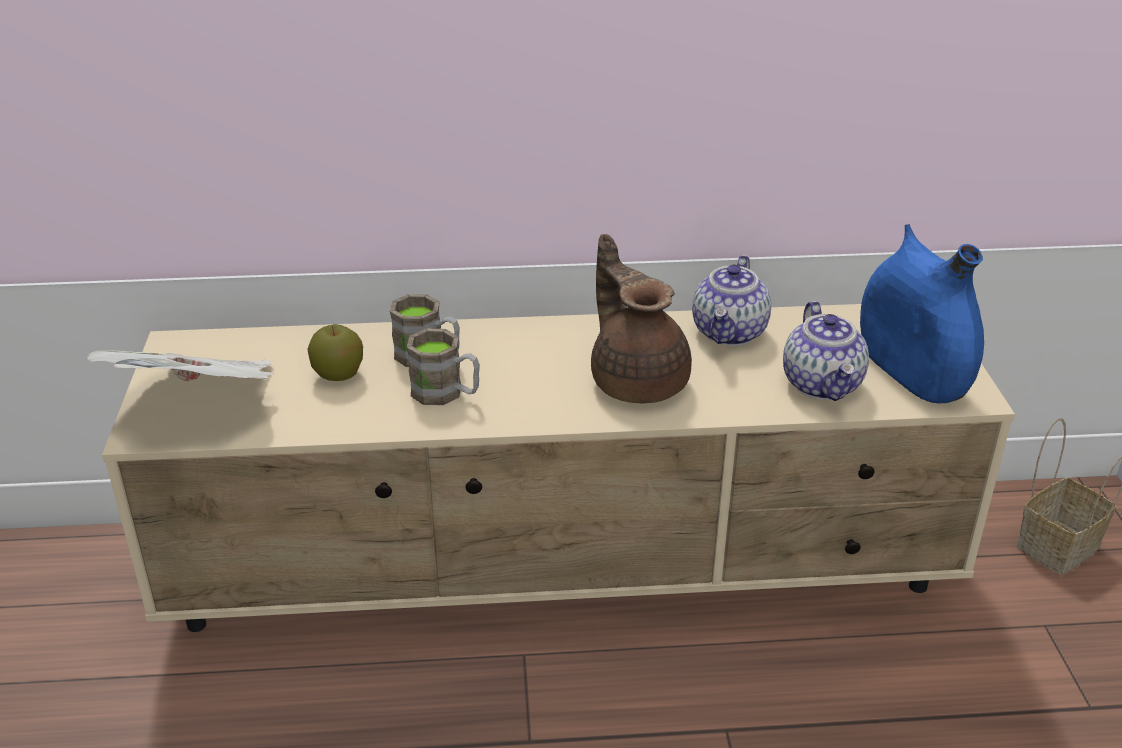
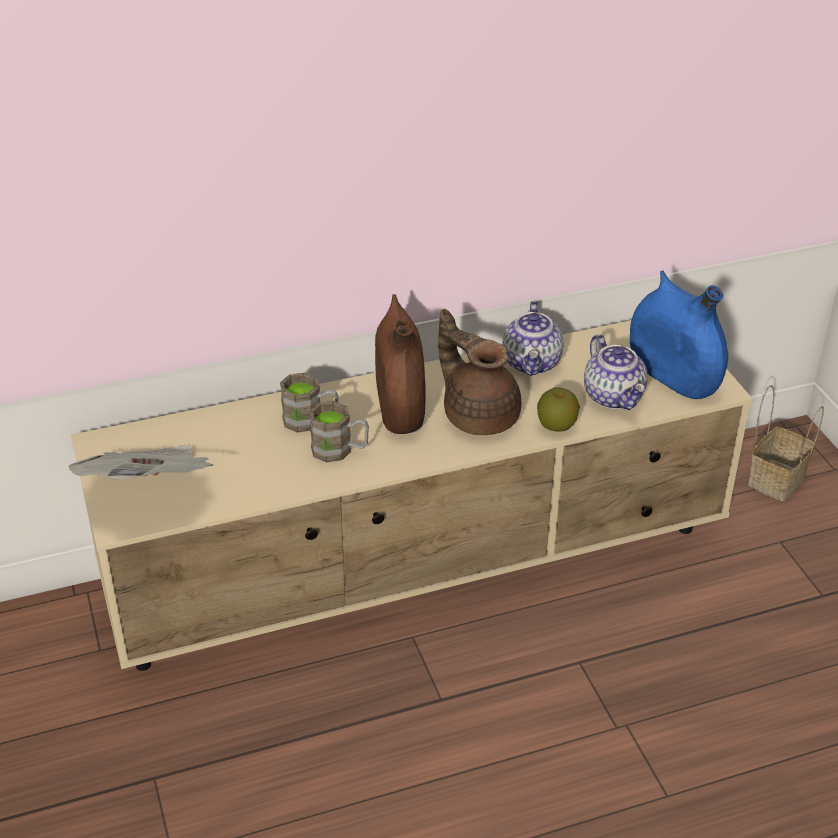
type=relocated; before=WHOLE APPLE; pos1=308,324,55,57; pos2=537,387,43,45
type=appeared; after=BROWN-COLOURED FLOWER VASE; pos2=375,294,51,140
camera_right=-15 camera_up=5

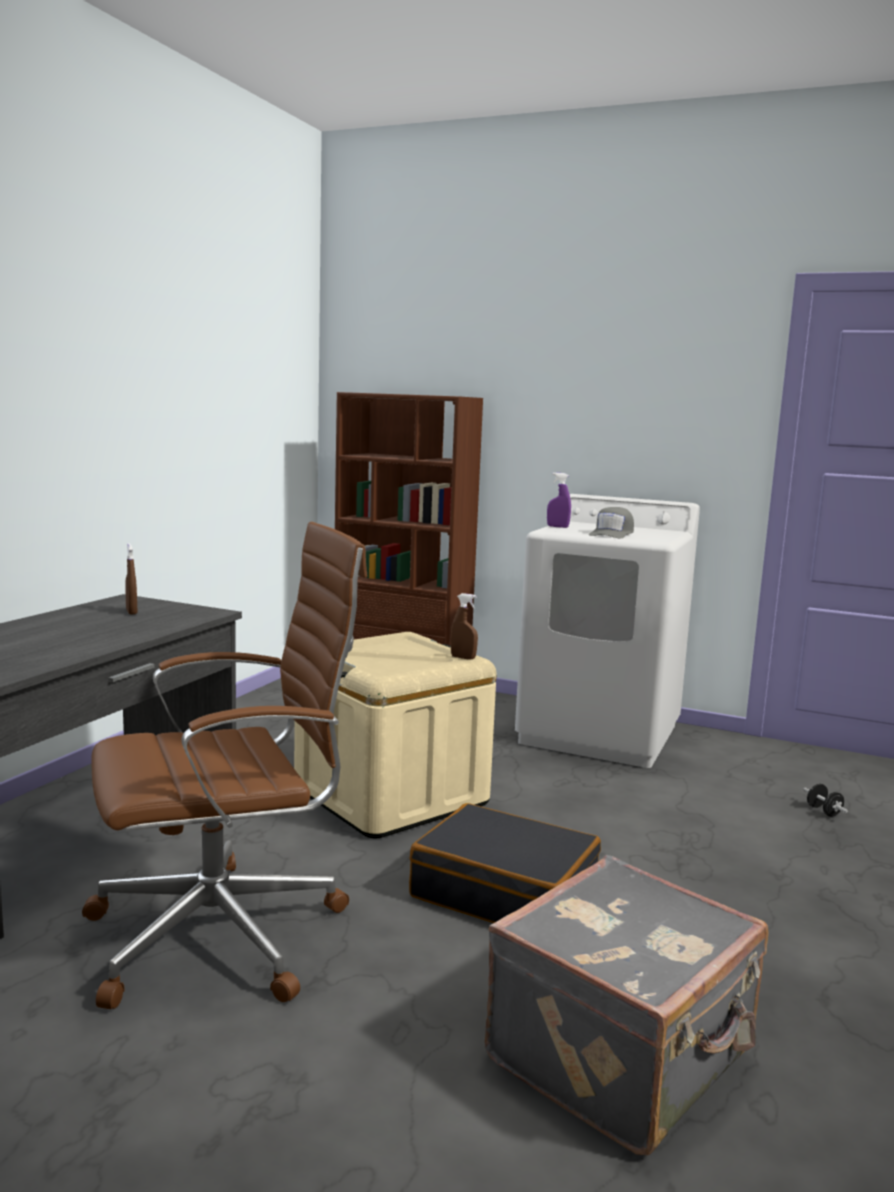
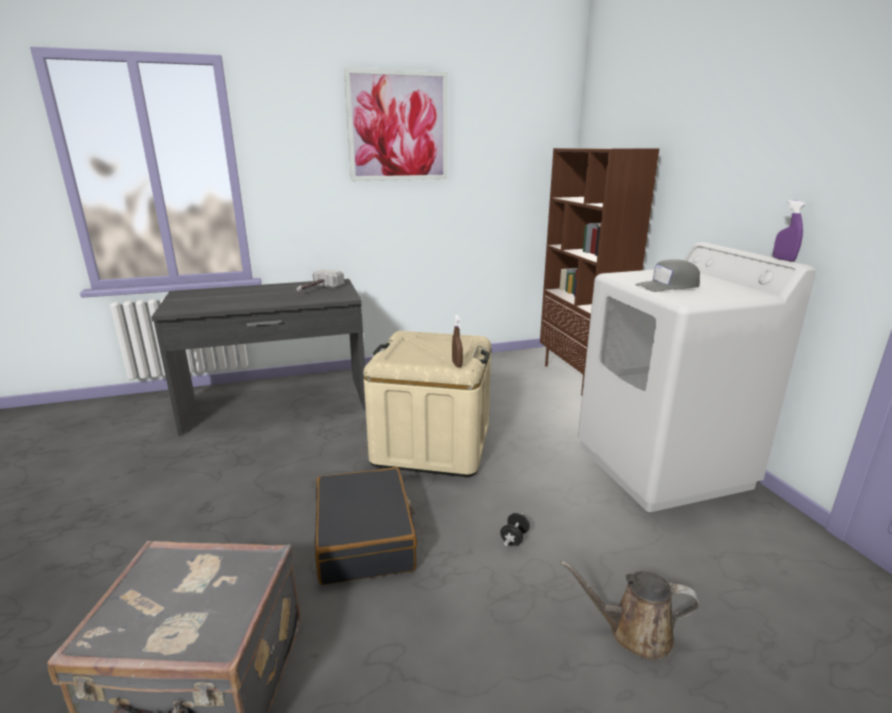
type=missing; before=BROWN-COLOURED DESK CHAIR; pos1=82,522,285,487
type=exchanged; before=BROWN-COLOURED SPRAYER; after=HAND HAMMER; pos1=125,543,13,72; pos2=296,269,48,22
type=relocated; before=PURPLE SPRAYER; pos1=547,472,24,56; pos2=773,200,33,61
type=relocated; before=BLACK-COLOURED HAND WEIGHT; pos1=803,784,45,33; pos2=500,513,30,33
type=appeared; after=WALL PICTURE; pos2=344,68,104,113
type=appeared; after=BROWN-COLOURED WATERING POT; pos2=560,560,139,100
camera_right=50 camera_up=10

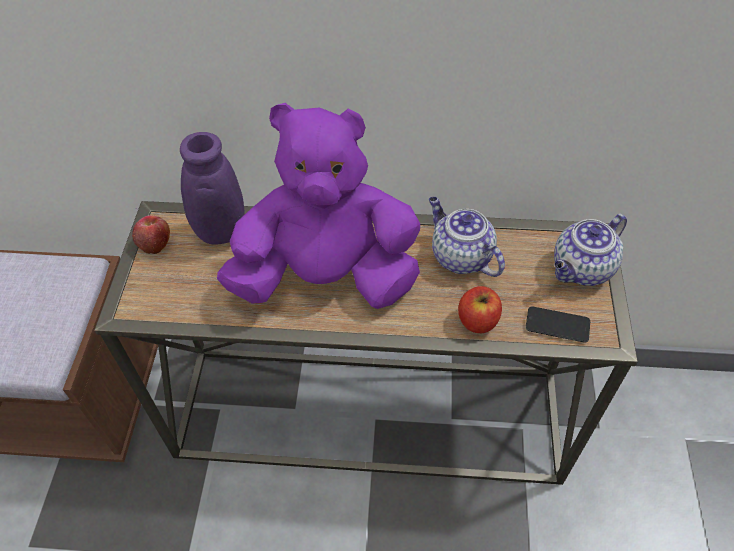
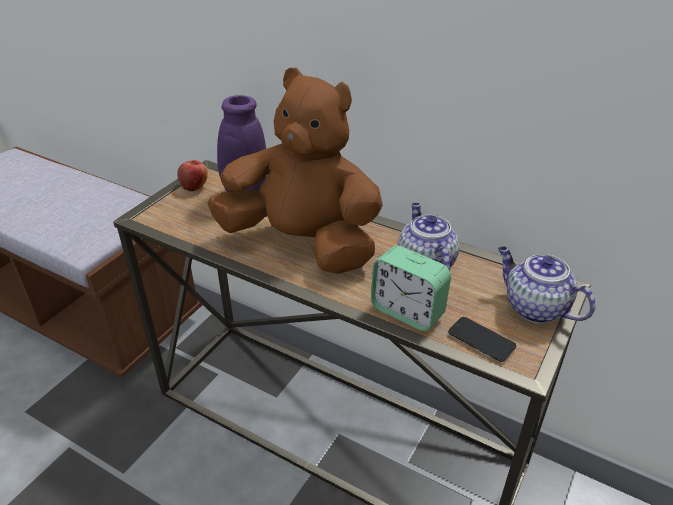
type=colour; before=PURPLE CUDDLY TOY; after=BROWN-COLOURED CUDDLY TOY; pos1=217,103,203,206; pos2=207,67,176,207
type=exchanged; before=WHOLE APPLE; after=ALARM CLOCK; pos1=458,286,44,47; pos2=371,246,80,85
type=spun; before=TEA POT; pos1=554,214,73,72; pos2=498,246,98,77; turn=60
camera_right=25 camera_up=-15

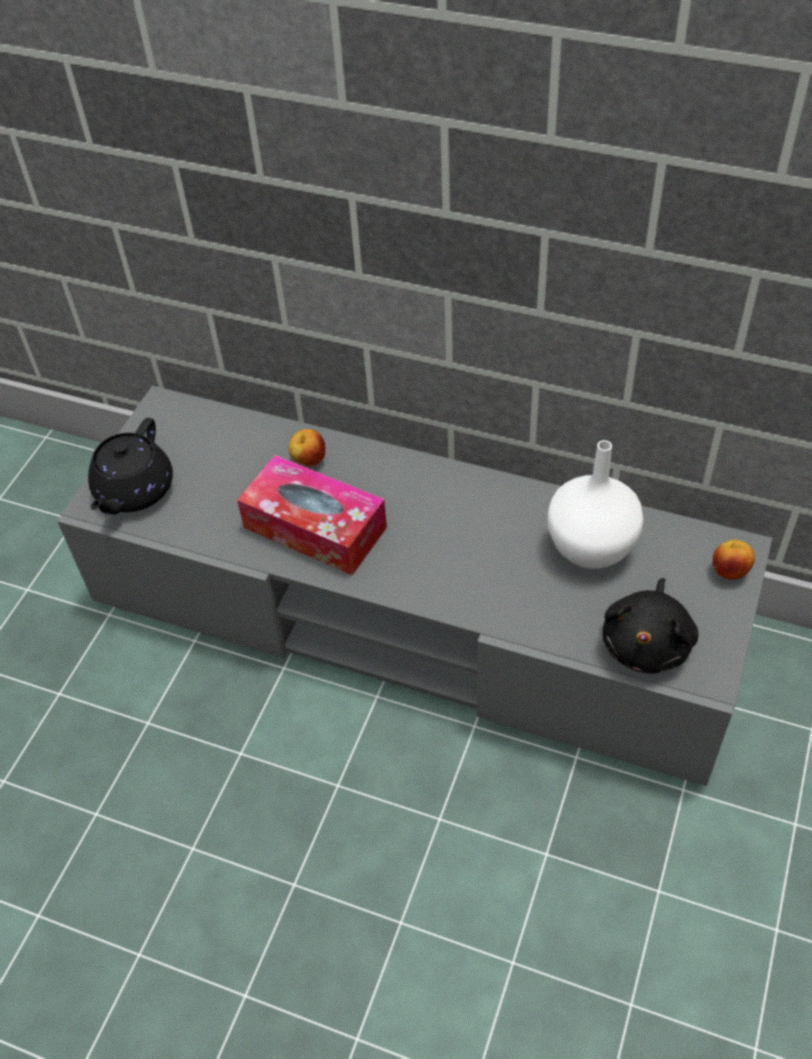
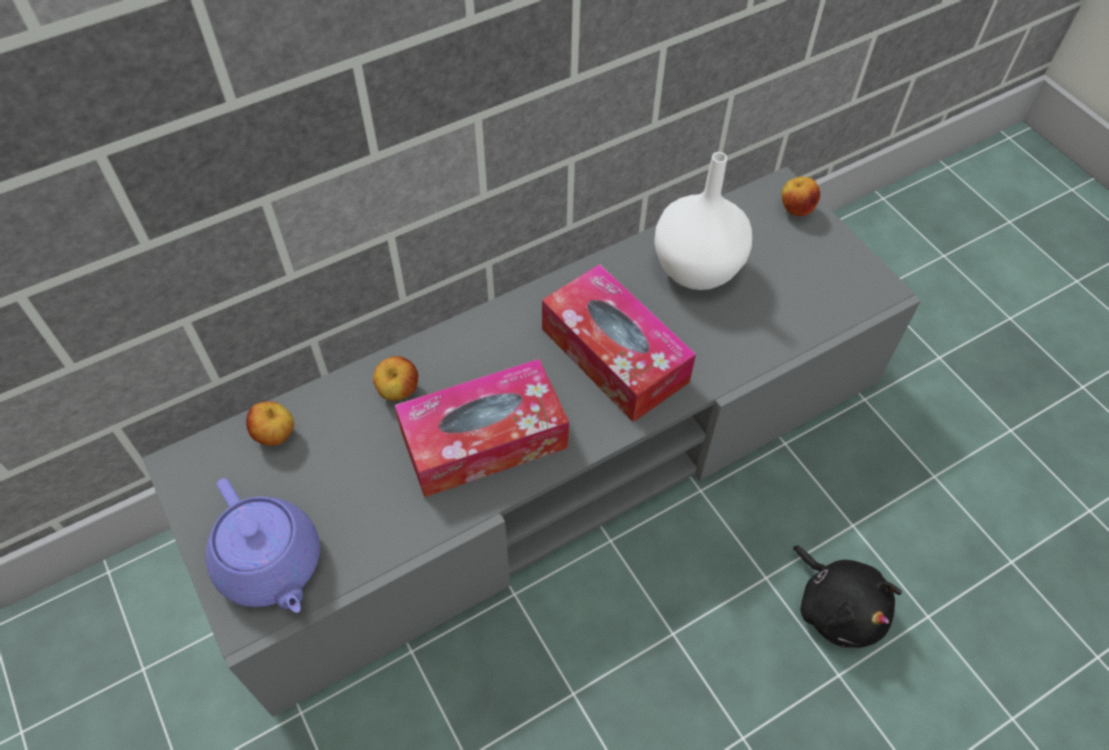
type=colour; before=BLACK-COLOURED TEA POT; after=PURPLE TEA POT; pos1=88,418,85,97; pos2=206,478,114,135
type=relocated; before=BLACK-COLOURED CUDDLY TOY; pos1=603,578,95,96; pos2=793,546,109,102
type=appeared; after=WHOLE APPLE; pos2=246,401,48,45
type=appeared; after=BOX OF TISSUES; pos2=542,264,154,158
camera_right=-55 camera_up=5

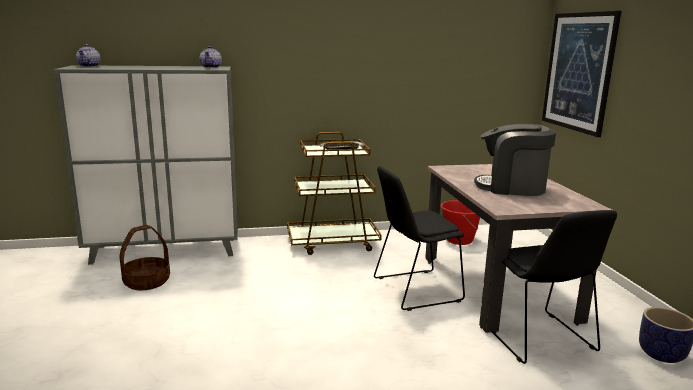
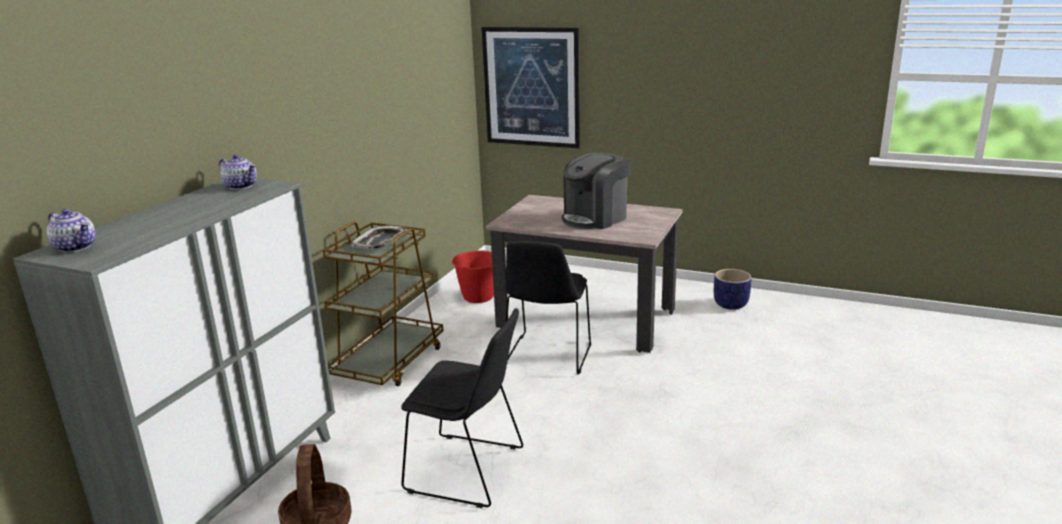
type=relocated; before=BLACK-COLOURED PLAIN CHAIR; pos1=492,210,125,154; pos2=401,308,122,200
camera_right=-55 camera_up=5

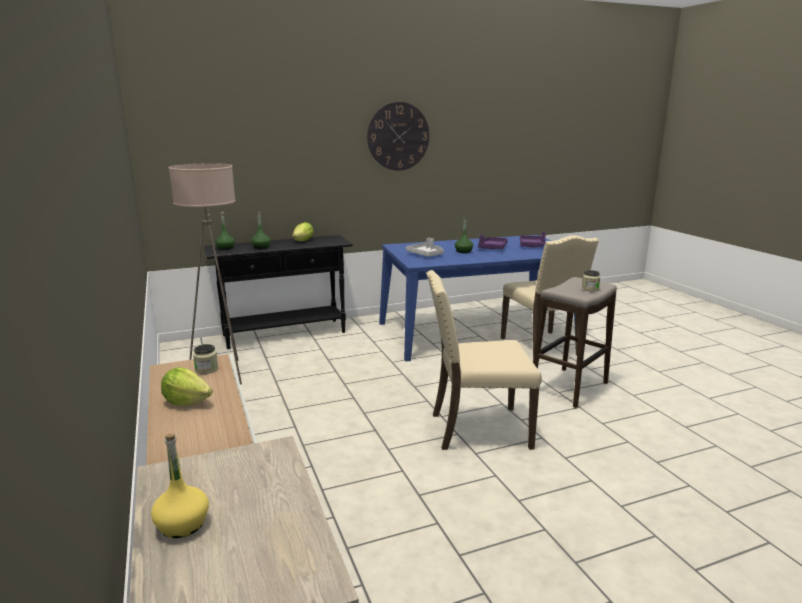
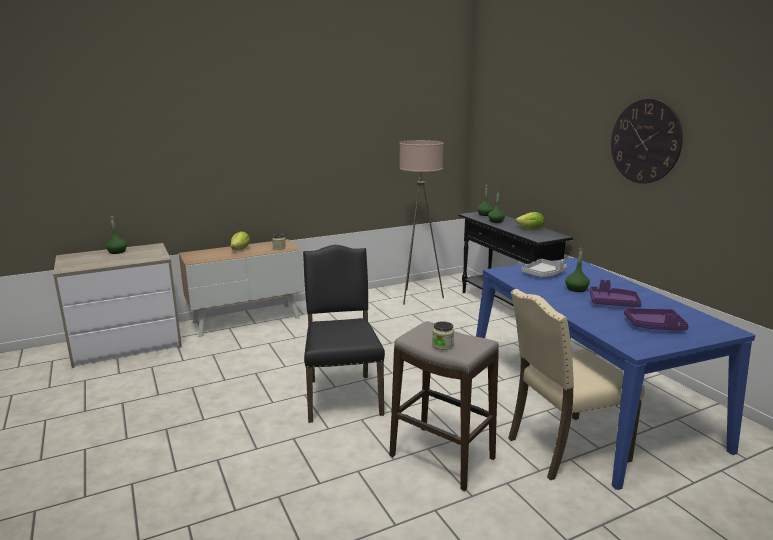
type=colour; before=YELLOW-COLOURED BEVERAGE BOTTLE; after=GREEN BEVERAGE BOTTLE; pos1=151,434,58,104; pos2=106,216,21,38
type=colour; before=BEIGE-COLOURED PLAIN CHAIR; after=BLACK-COLOURED PLAIN CHAIR; pos1=426,270,116,180; pos2=303,245,82,178
camera_right=85 camera_up=0

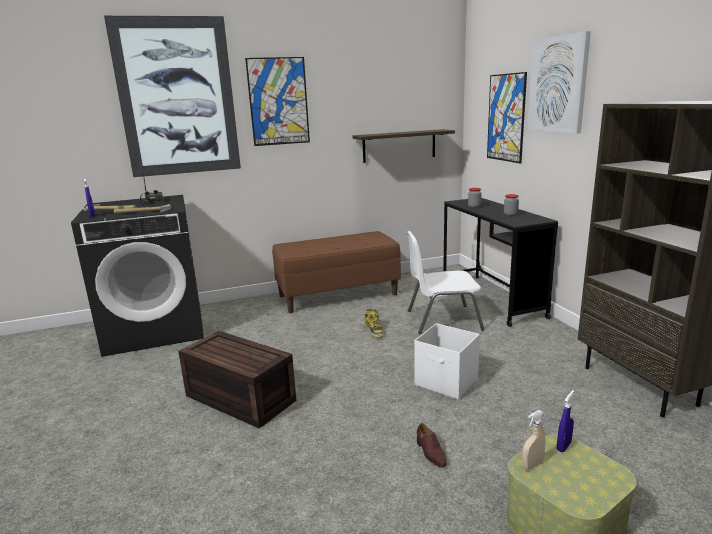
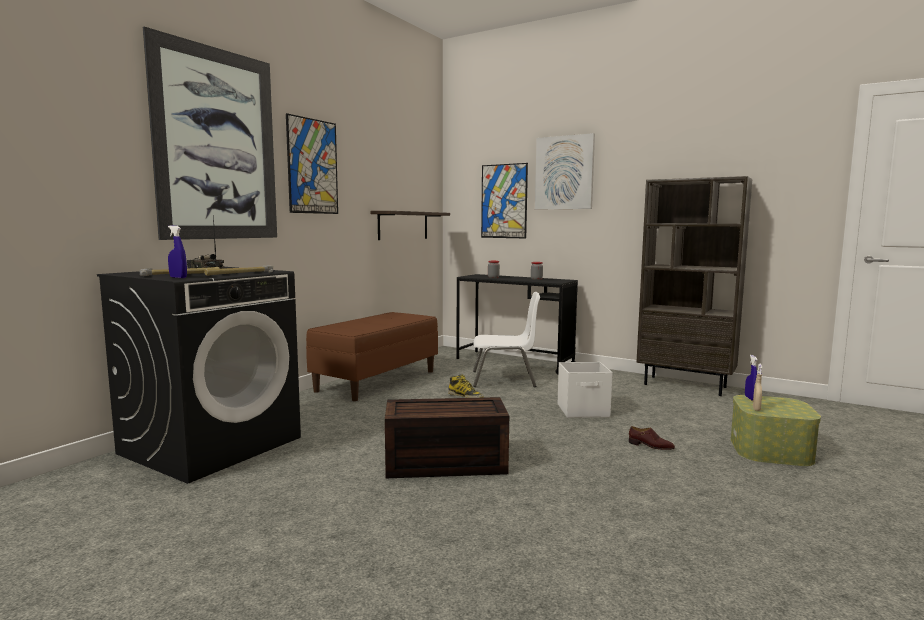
type=spun; before=WHITISH PLAIN CHAIR; pos1=407,231,77,103; pos2=473,292,67,95; turn=-135
camera_right=-40 camera_up=-10

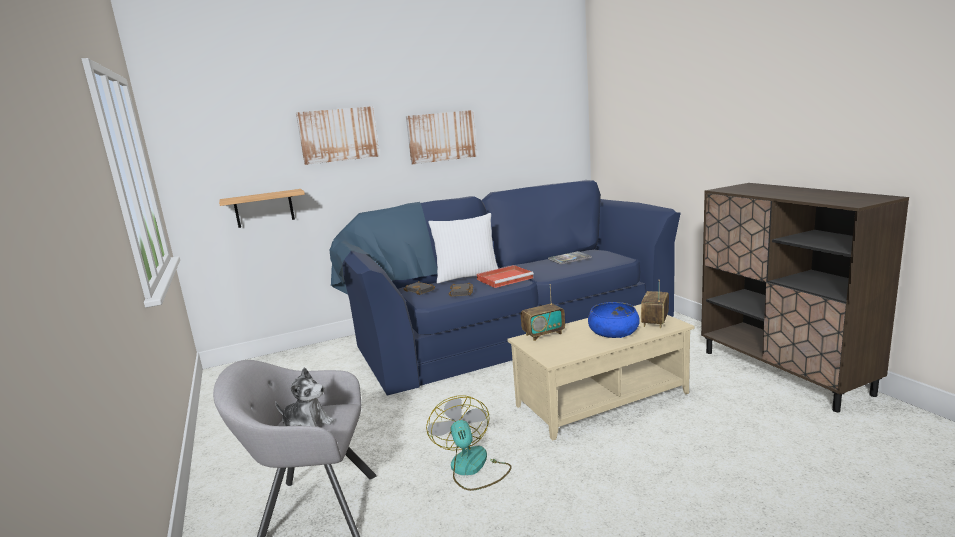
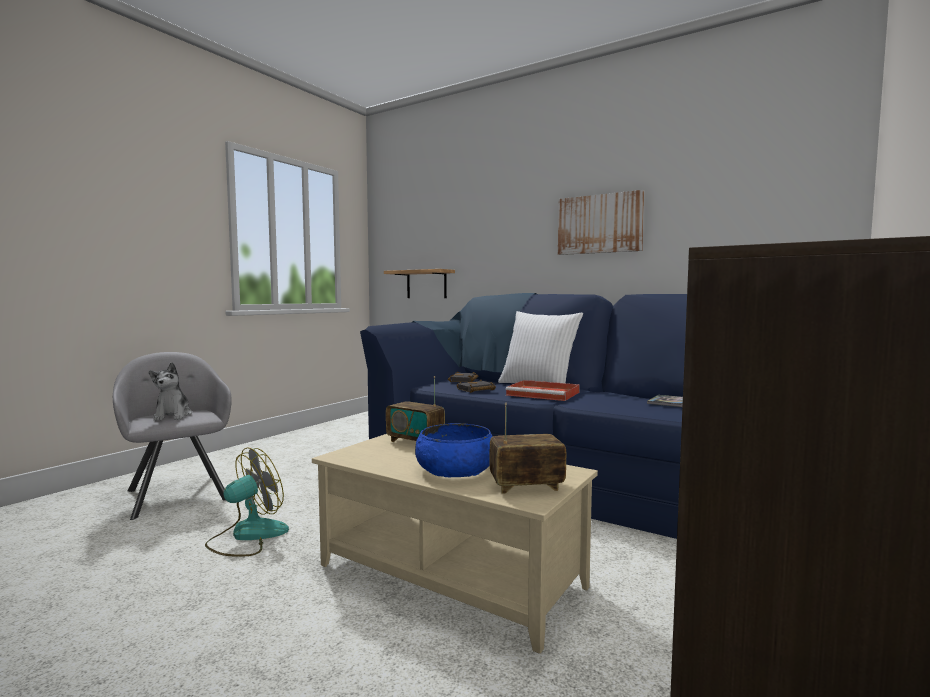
type=missing; before=WALL PICTURE; pos1=296,106,83,59
camera_right=55 camera_up=-10

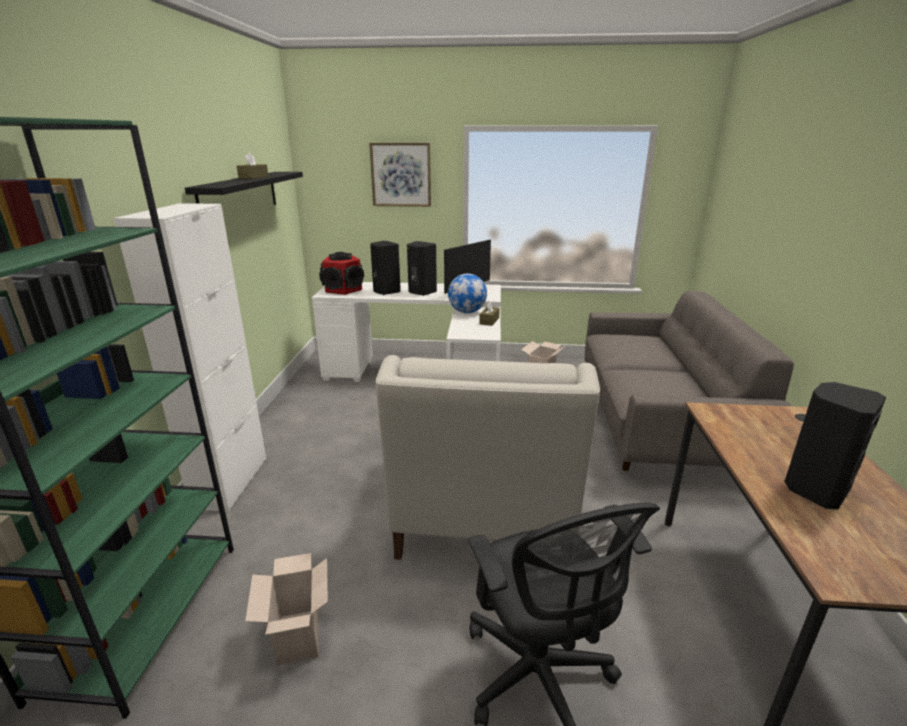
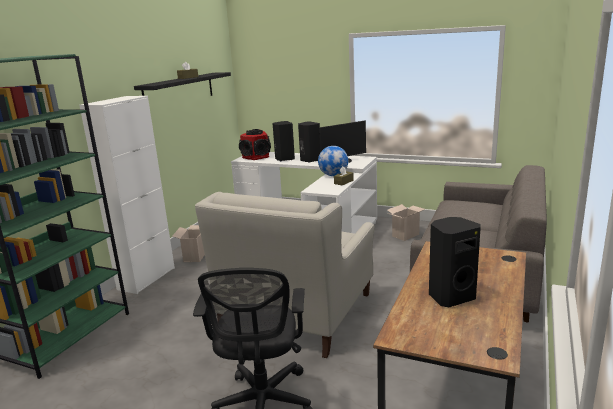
type=relocated; before=CARDBOARD BOX; pos1=245,553,83,113; pos2=172,225,33,37
type=missing; before=WALL PICTURE; pos1=369,143,62,64
camera_right=20 camera_up=-5

